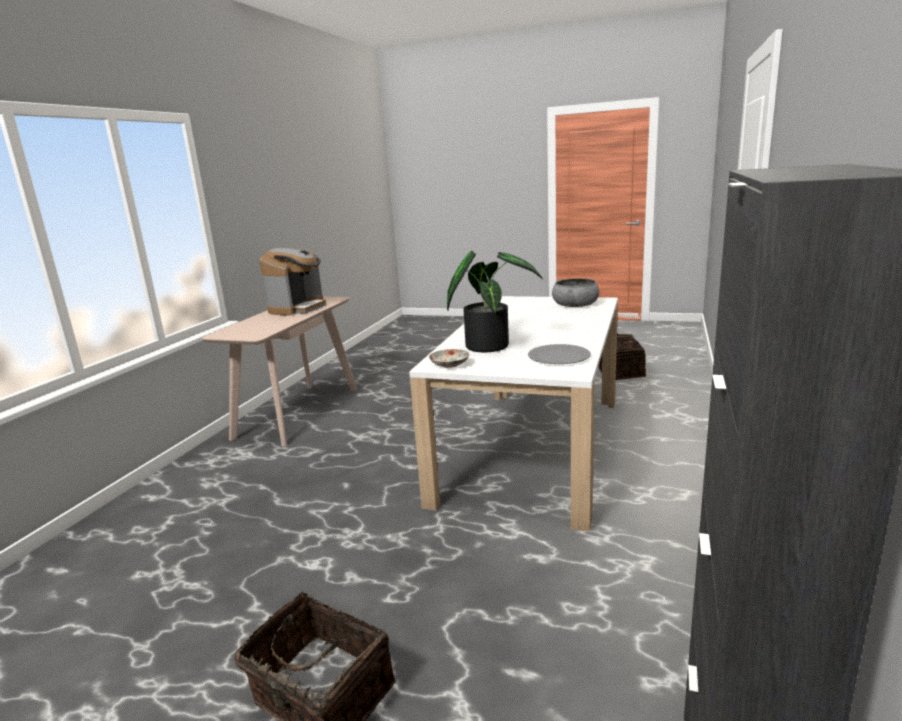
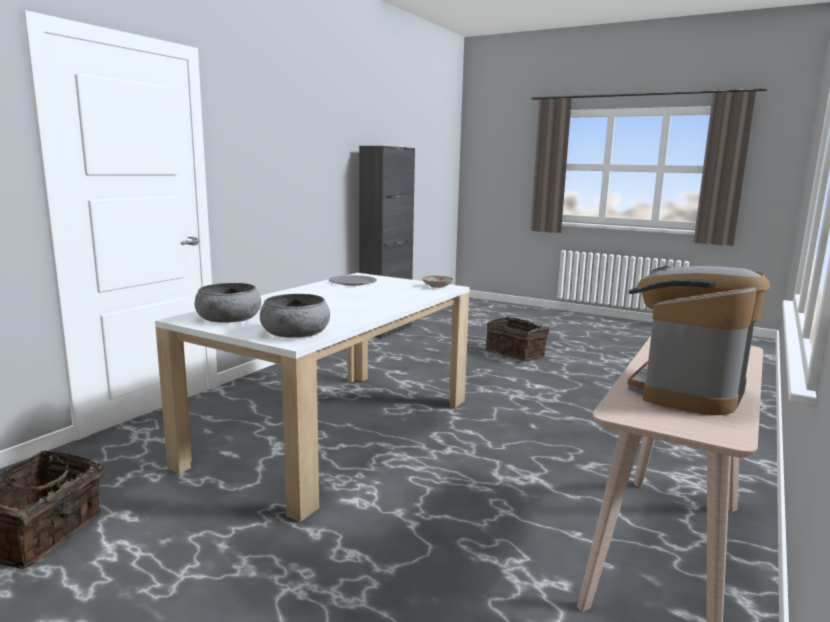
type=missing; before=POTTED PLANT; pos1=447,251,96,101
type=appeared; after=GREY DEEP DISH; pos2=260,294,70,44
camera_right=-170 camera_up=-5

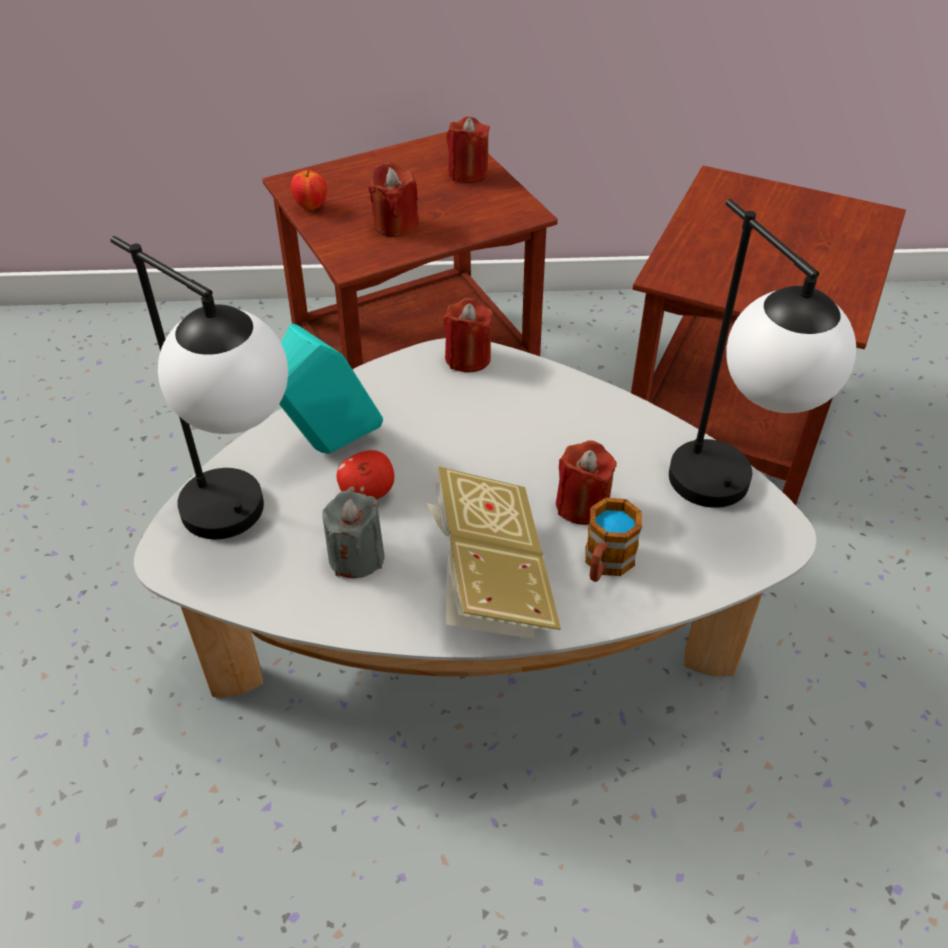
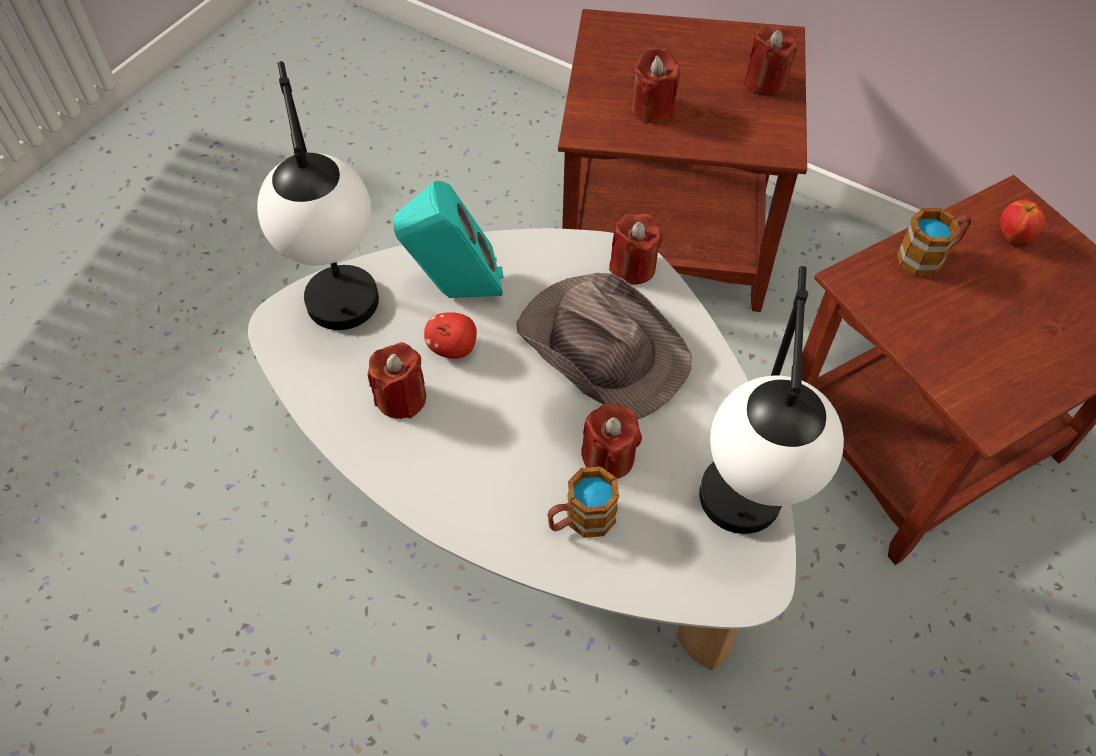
type=relocated; before=WHOLE APPLE; pos1=291,170,36,41; pos2=1000,200,45,43
type=colour; before=GREY WAX CANDLE; after=REDDISH WAX CANDLE; pos1=322,490,62,88; pos2=368,342,58,77
type=missing; before=BOUND BOOK; pos1=427,466,134,174
type=appeared; after=BROWN-COLOURED WEARABLE HAT; pos2=516,273,175,147
type=appeared; after=MUG; pos2=897,208,75,68
camera_right=35 camera_up=10

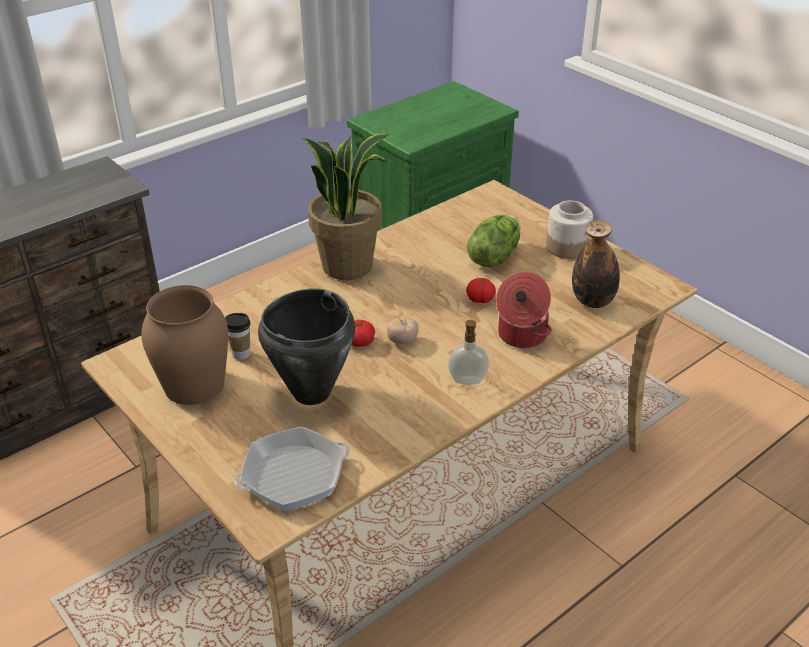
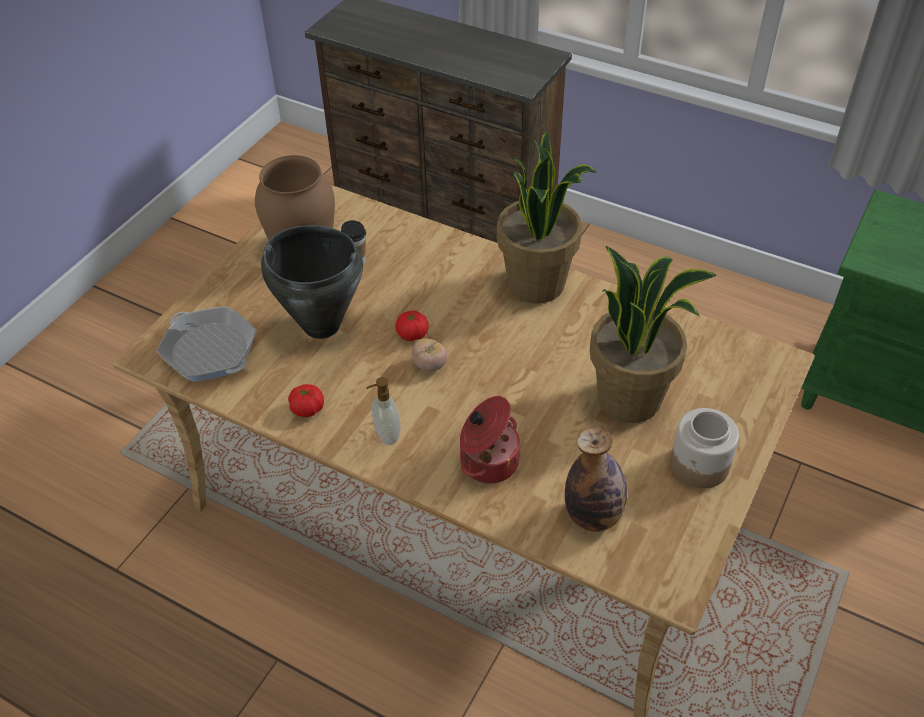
type=relocated; before=WHOLE TOMATO; pos1=466,278,30,25; pos2=288,384,36,33
type=exchanged; before=LETTUCE; after=POTTED PLANT; pos1=467,214,53,53; pos2=590,246,127,177
camera_right=70 camera_up=10

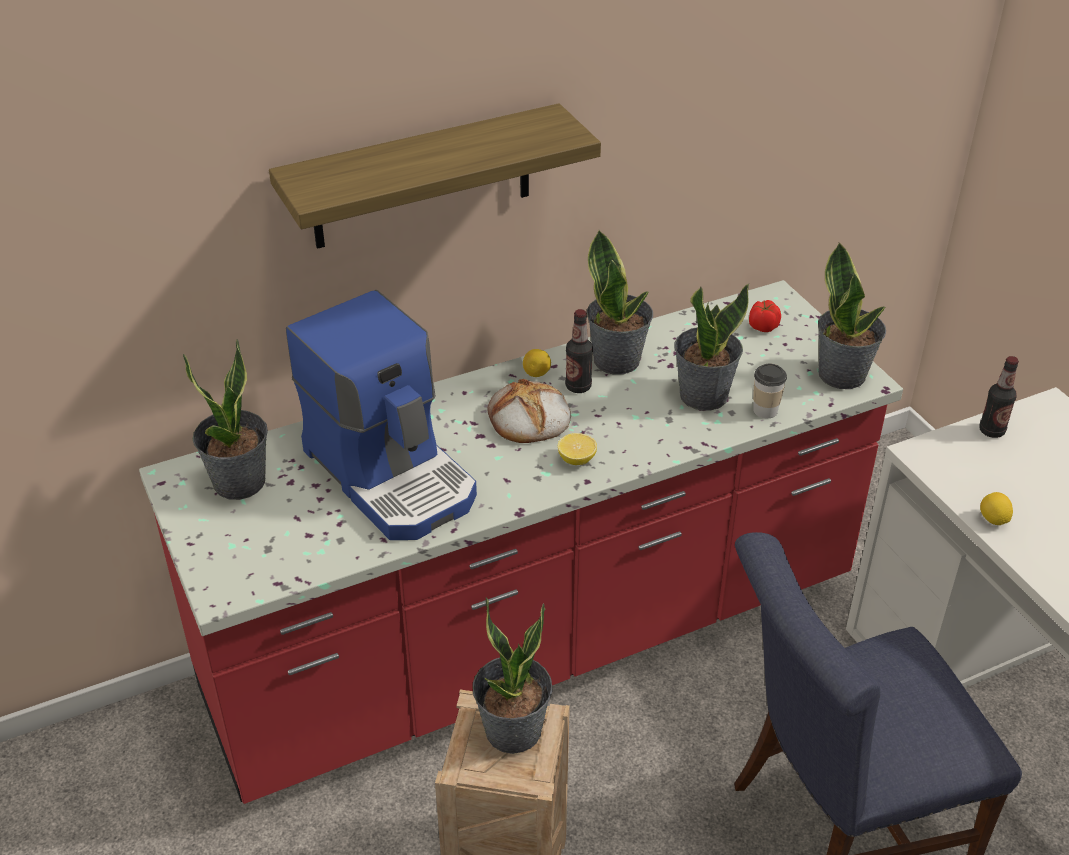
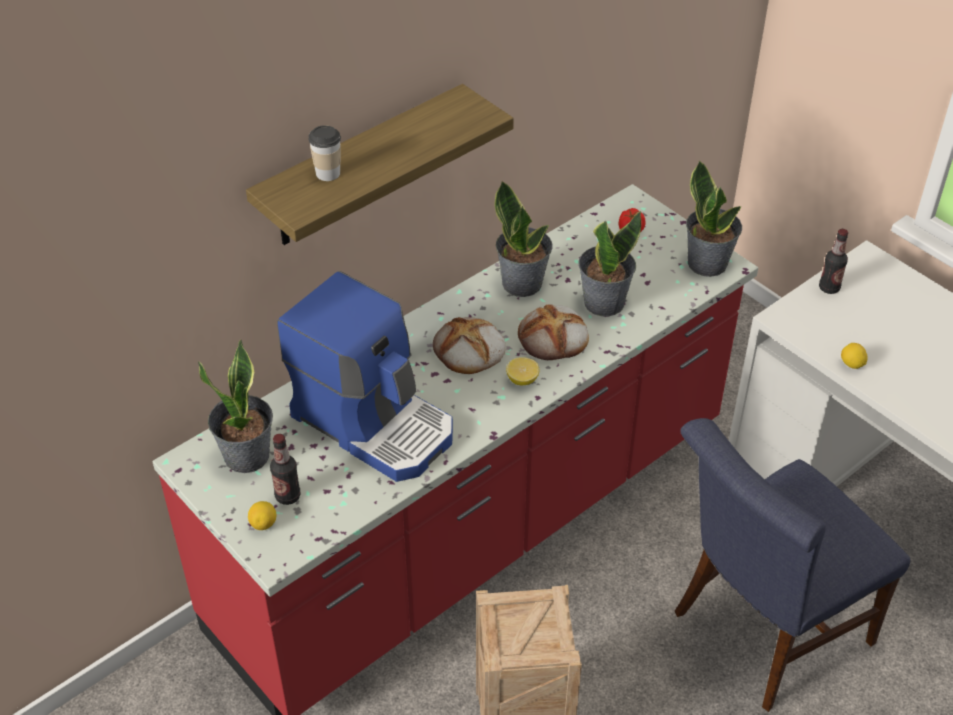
type=missing; before=POTTED PLANT; pos1=473,598,80,156
type=relocated; before=CITRUS FRUIT; pos1=523,349,28,28; pos2=248,501,29,29
type=relocated; before=BEVERAGE BOTTLE; pos1=565,309,28,84; pos2=270,434,30,71
type=relocated; before=CUP; pos1=753,364,34,54; pos2=309,125,32,56
type=appeared; after=BREAD; pos2=518,304,71,56
camera_right=-15 camera_up=5

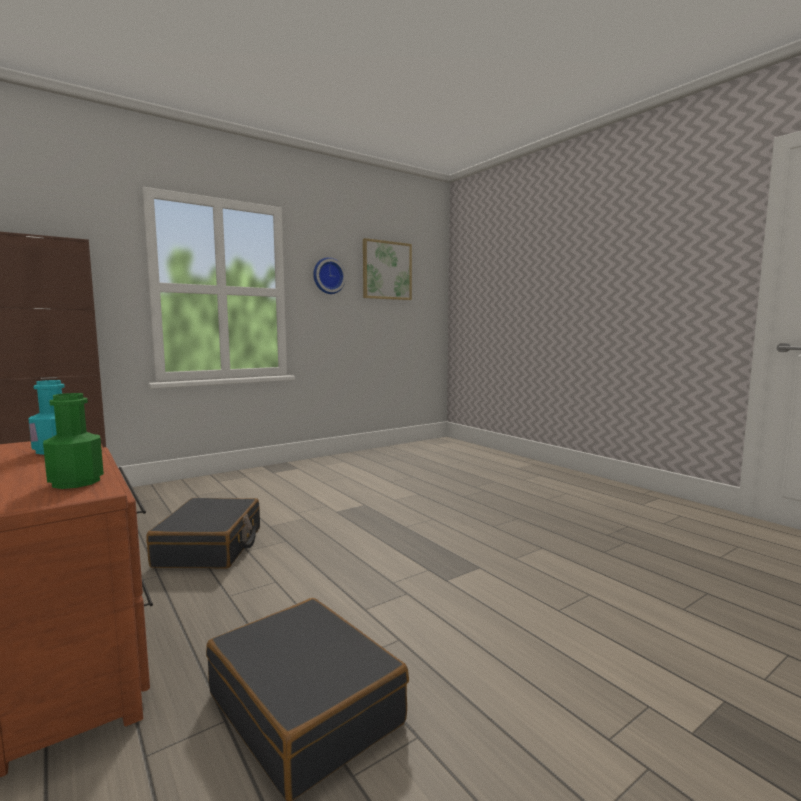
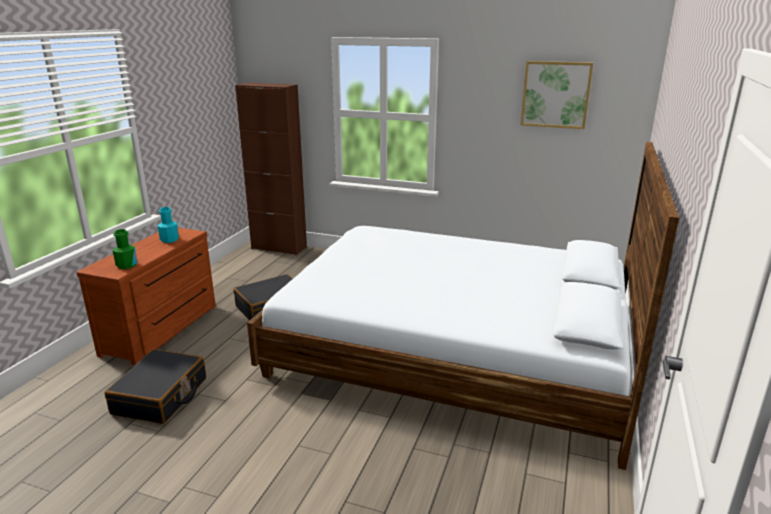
type=missing; before=WALL CLOCK; pos1=313,257,33,37
type=appeared; after=BED; pos2=247,142,432,328
camera_right=55 camera_up=15

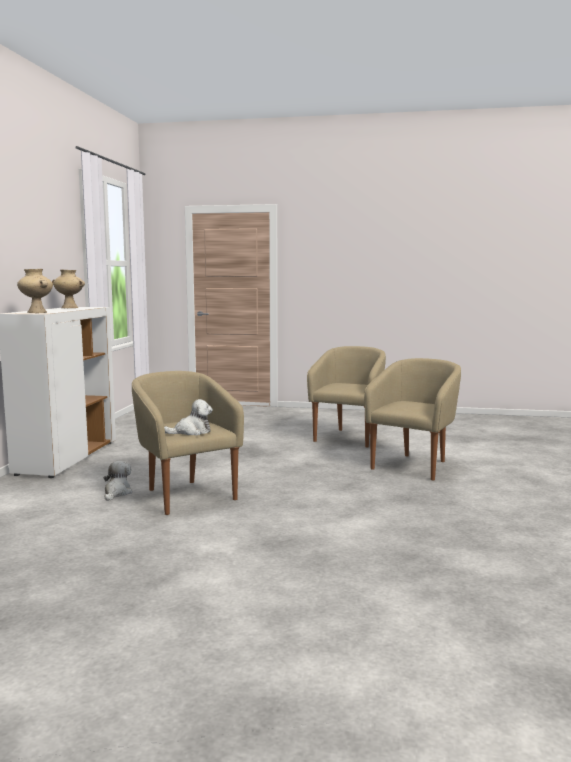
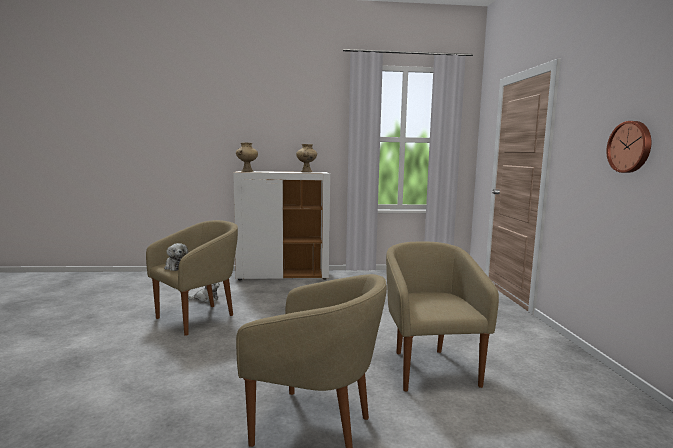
type=spun; before=BEIGE-COLOURED ARMCHAIR; pos1=307,346,79,101; pos2=386,241,113,151; turn=-105
type=appeared; after=WALL CLOCK; pos2=606,121,45,52
camera_right=75 camera_up=0

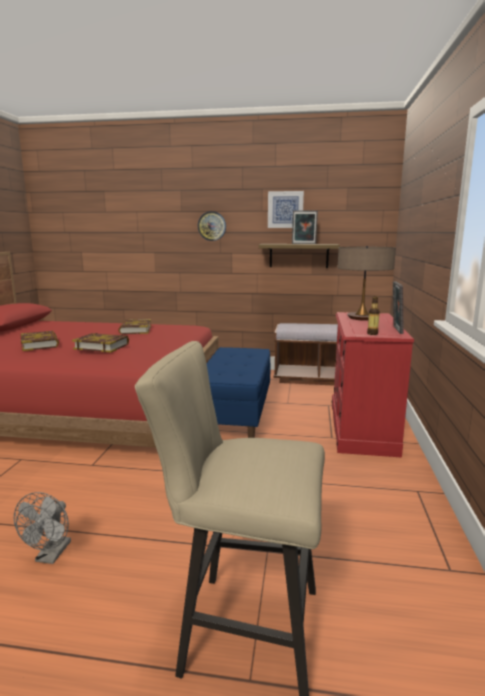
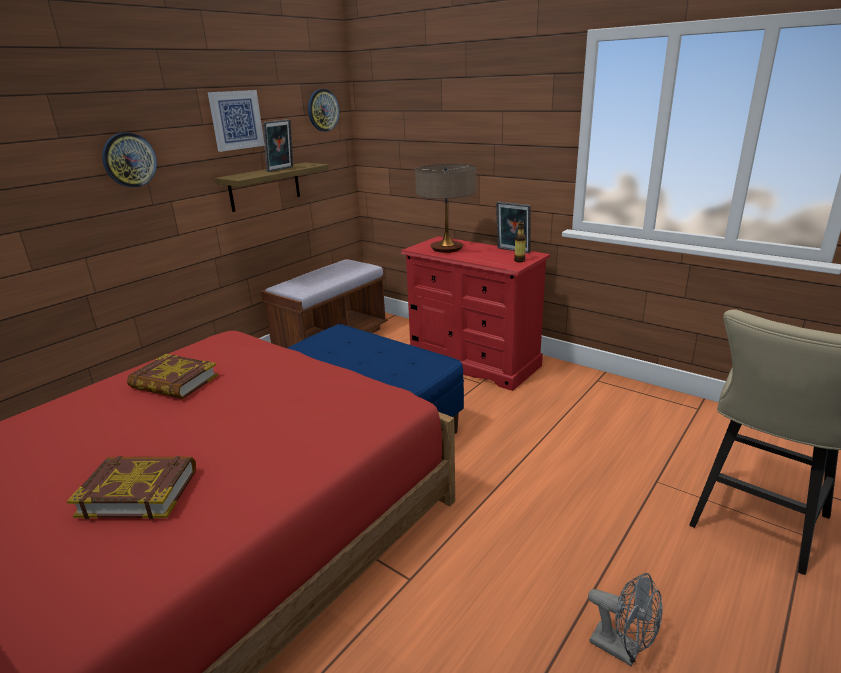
type=missing; before=BOUND BOOK; pos1=72,333,57,19
type=appeared; after=WALL CLOCK; pos2=308,89,31,43
camera_right=-60 camera_up=10

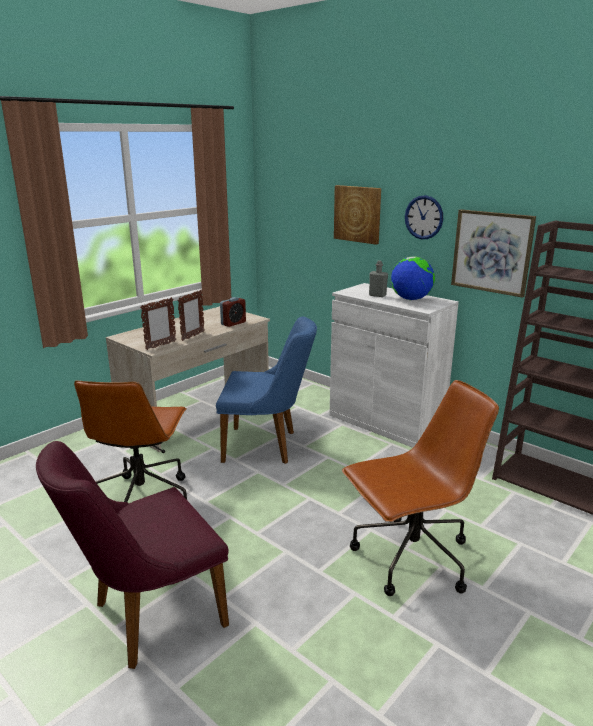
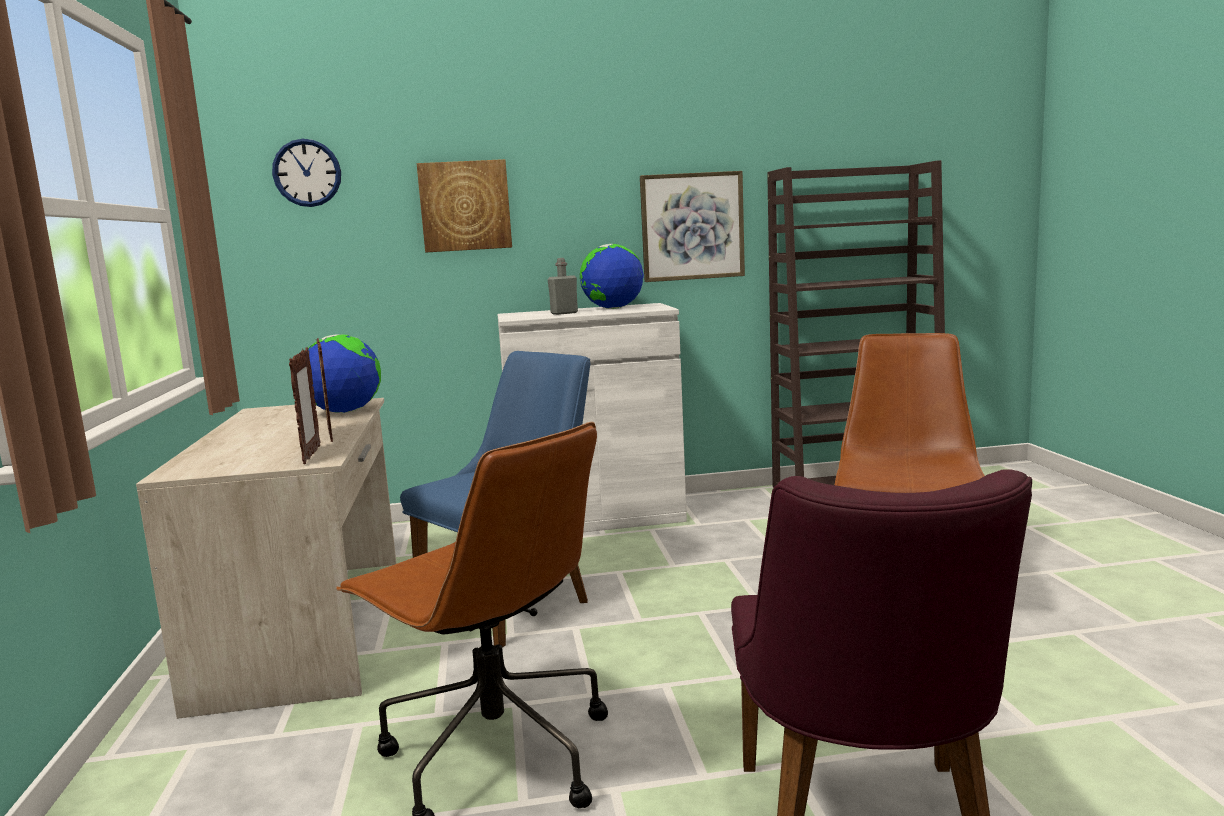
type=exchanged; before=ALARM CLOCK; after=WORLD GLOBE; pos1=220,297,26,30; pos2=308,334,73,79
type=relocated; before=WALL CLOCK; pos1=405,195,38,44; pos2=272,139,69,68
camera_right=-50 camera_up=-10

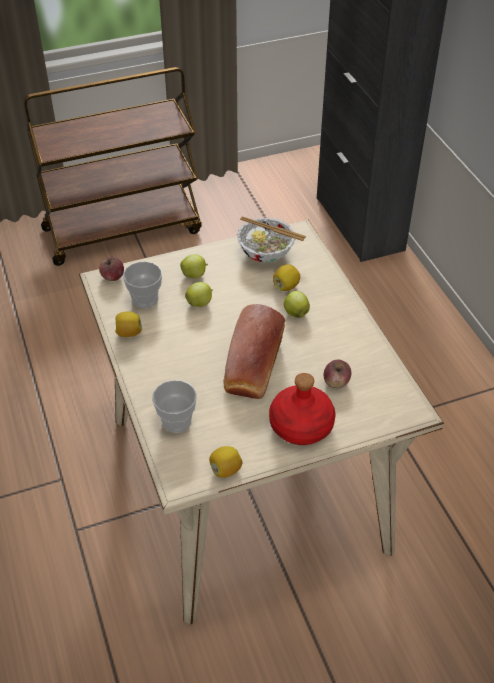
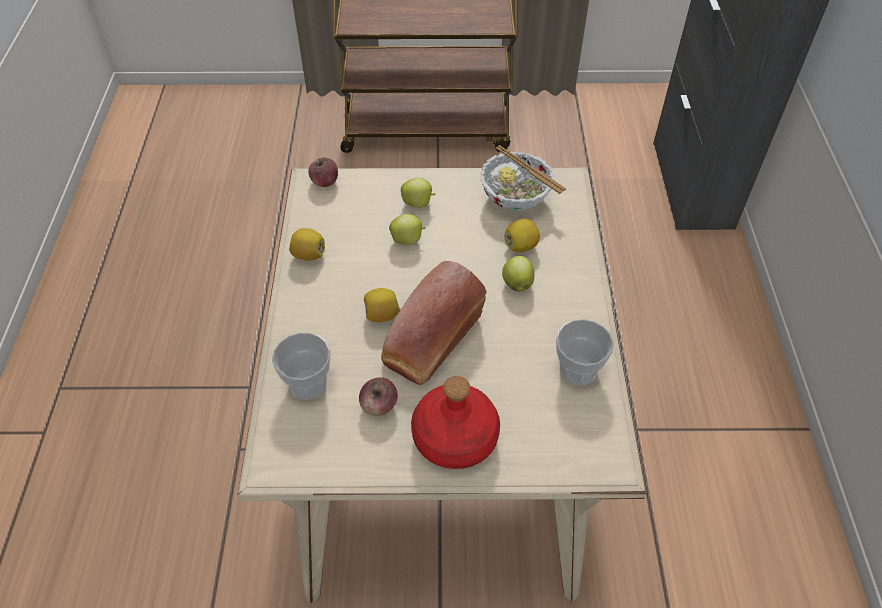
type=relocated; before=CUP; pos1=123,261,39,47; pos2=556,319,58,67
type=relocated; before=CITRUS FRUIT; pos1=209,446,33,32; pos2=364,288,36,34
type=relocated; before=WHOLE APPLE; pos1=324,360,27,28; pos2=359,377,39,39
camera_right=20 camera_up=5

